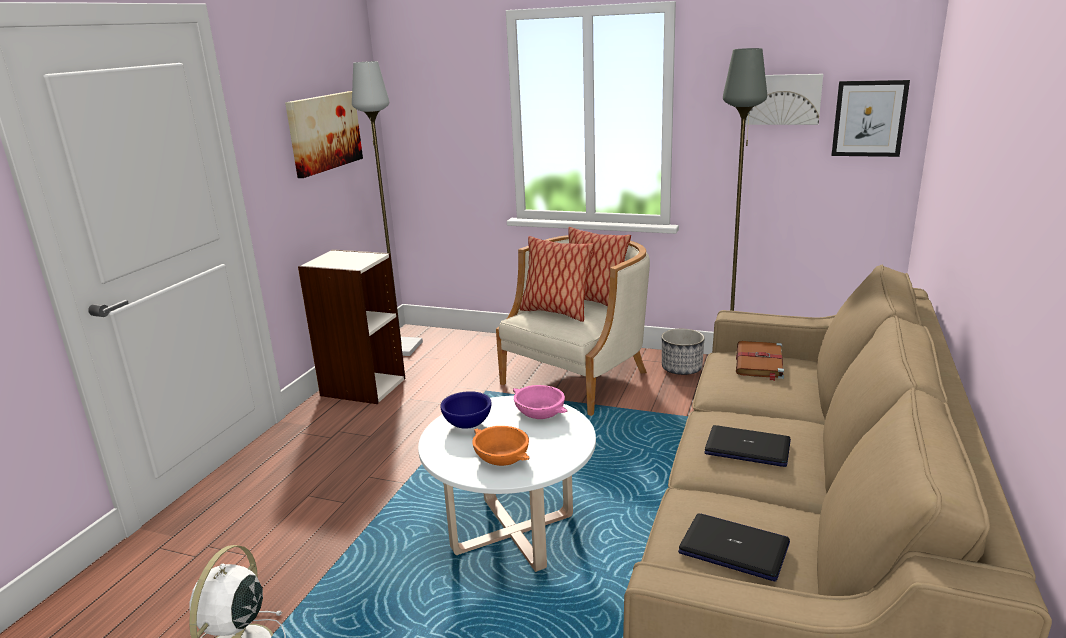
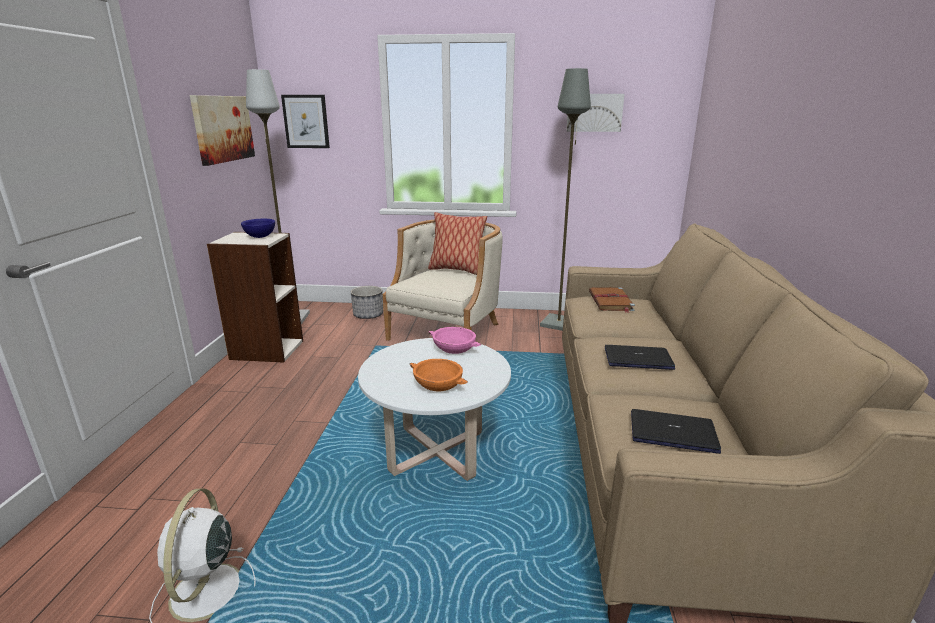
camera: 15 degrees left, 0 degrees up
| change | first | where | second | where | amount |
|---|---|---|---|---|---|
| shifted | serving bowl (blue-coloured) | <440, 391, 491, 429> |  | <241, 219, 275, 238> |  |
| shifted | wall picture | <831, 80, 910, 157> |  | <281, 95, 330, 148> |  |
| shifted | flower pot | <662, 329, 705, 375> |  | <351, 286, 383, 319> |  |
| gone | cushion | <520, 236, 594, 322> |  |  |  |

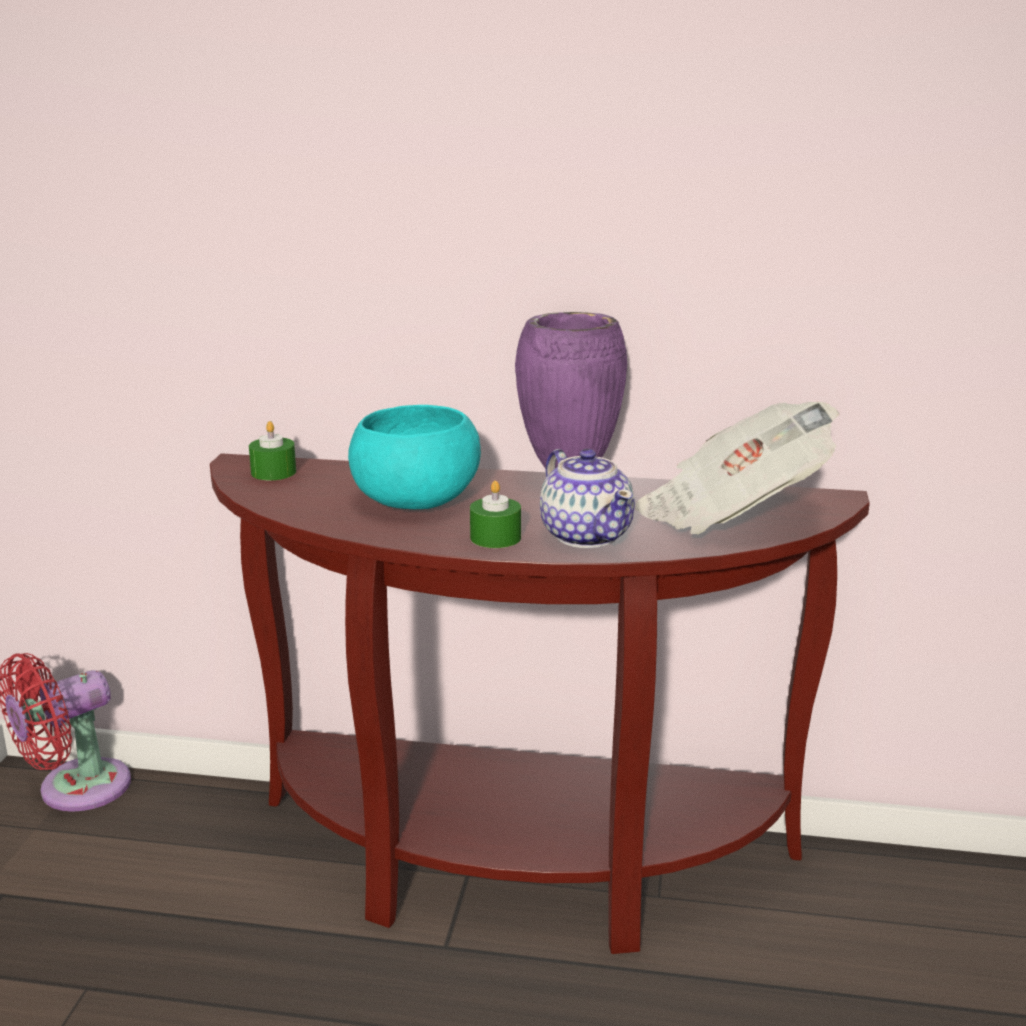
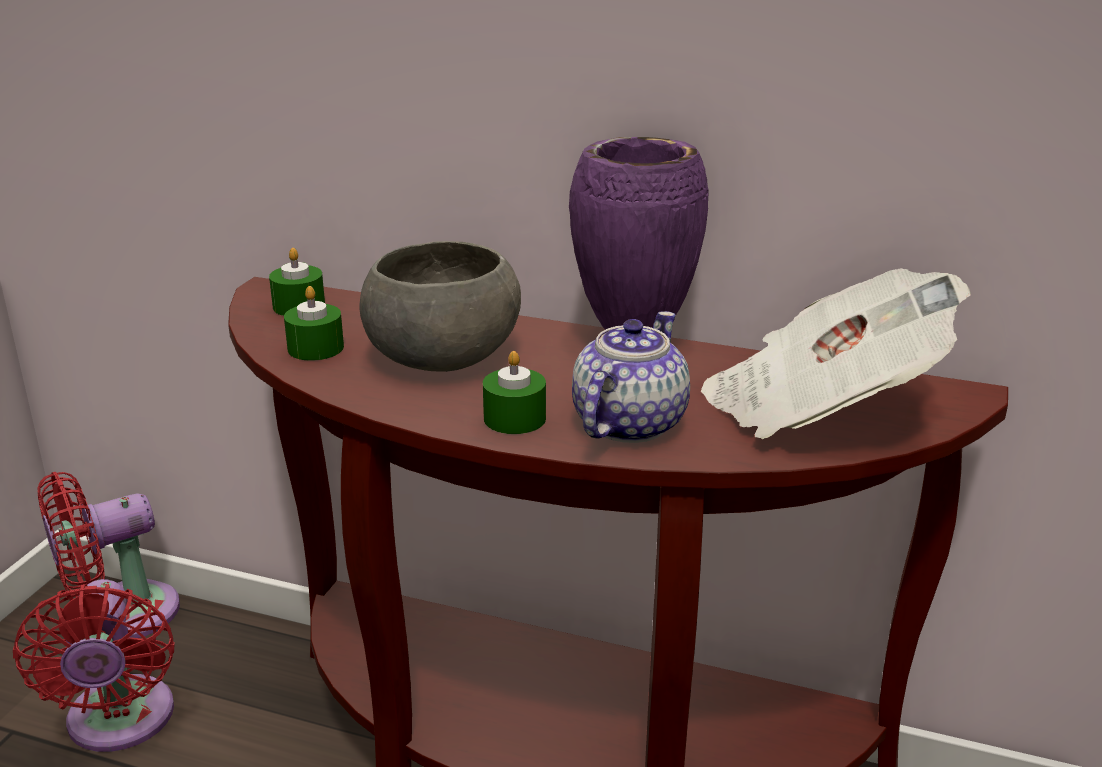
camera: 10 degrees right, 5 degrees up
| change | first | where | second | where | amount |
|---|---|---|---|---|---|
| new |  |  | fan (reddish) | <13, 579, 175, 752> |  |
| new |  |  | candle (greenish) | <284, 286, 344, 360> |  |
| repainted | serving bowl (blue-green) | <348, 405, 481, 509> | serving bowl (greyish) | <359, 241, 521, 372> |  |
| rotated | teapot | <540, 449, 635, 548> |  | <572, 311, 690, 443> | 135 degrees counterclockwise |

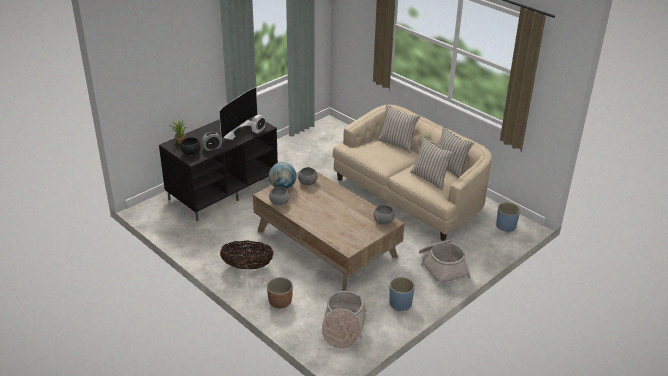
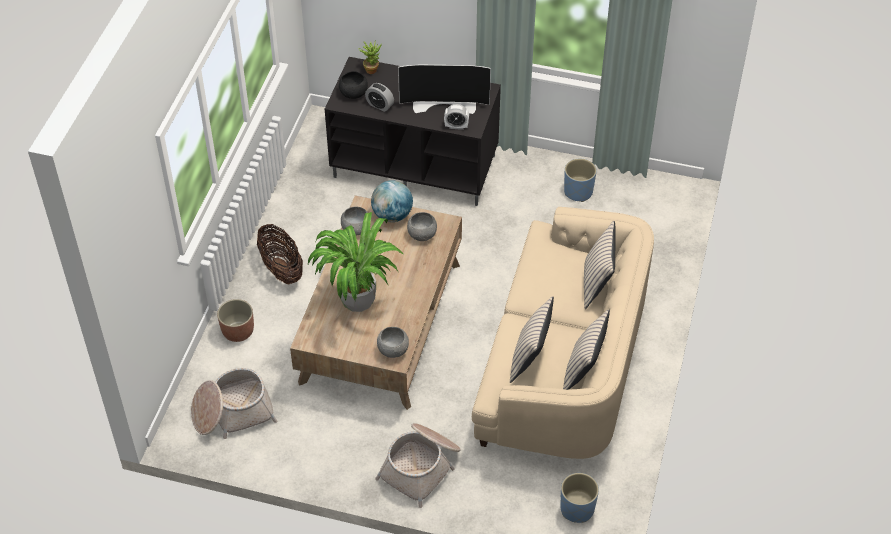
camera: 60 degrees right, 15 degrees up
| change | first | where | second | where | amount |
|---|---|---|---|---|---|
| new |  |  | plant in a pot | <308, 212, 404, 312> |  |
| shifted | flower pot (blue-coloured) | <389, 277, 415, 311> |  | <564, 159, 597, 202> |  |

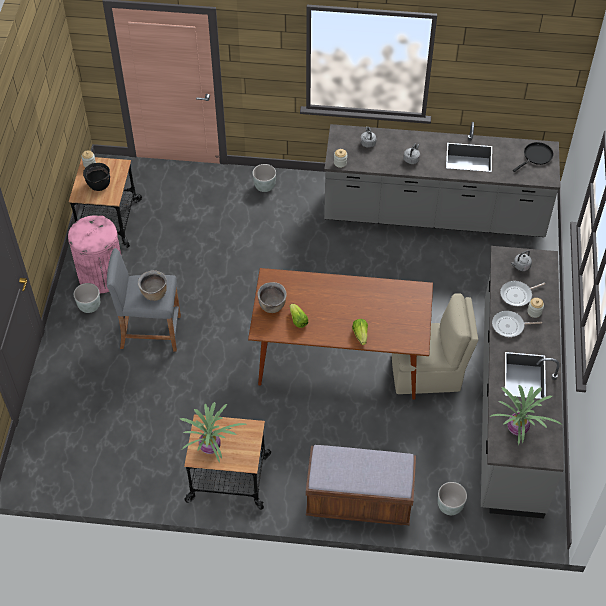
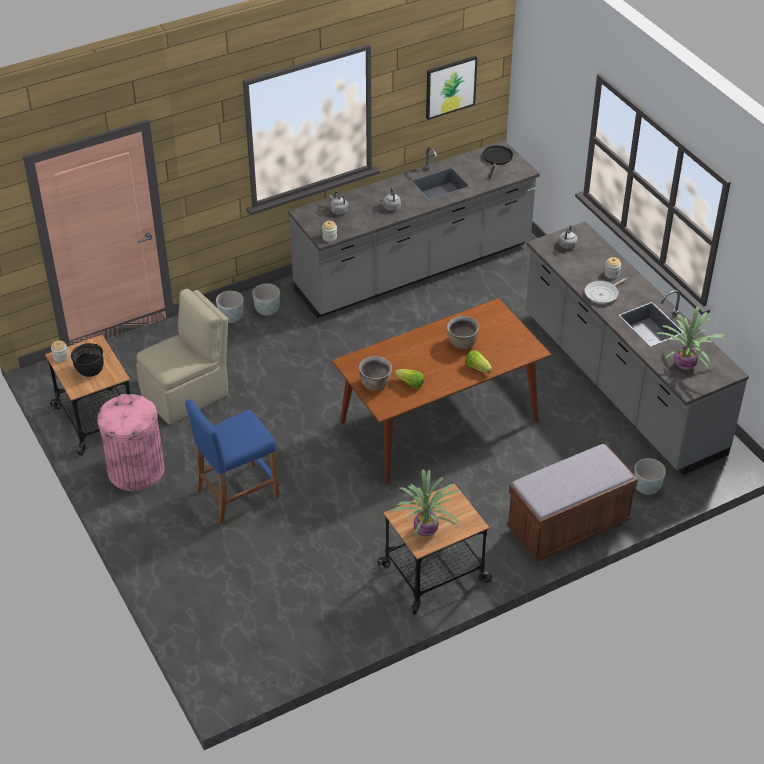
camera: 35 degrees left, 10 degrees down
| change | first | where | second | where | amount |
|---|---|---|---|---|---|
| shifted | plain chair (beige) | <392, 294, 479, 394> |  | <136, 289, 228, 425> |  |
| repainted | sitting stool (greyish) | <107, 248, 181, 352> | sitting stool (blue-coloured) | <185, 399, 280, 524> |  |
| shifted | flower pot (greyish) | <74, 283, 100, 313> |  | <252, 284, 280, 316> |  |
| new |  |  | wall picture | <426, 56, 478, 120> |  |
| shifted | stockpot (brownish) | <138, 270, 167, 301> |  | <447, 316, 479, 349> |  |
| gone | skillet | <500, 281, 546, 306> |  |  |  |

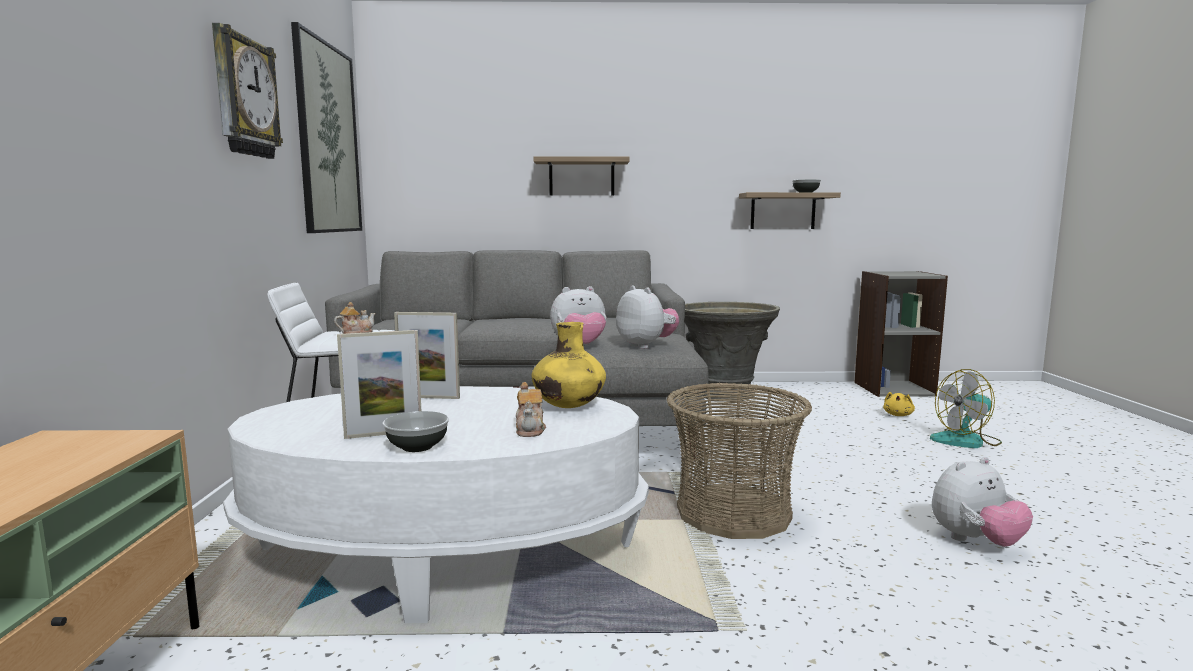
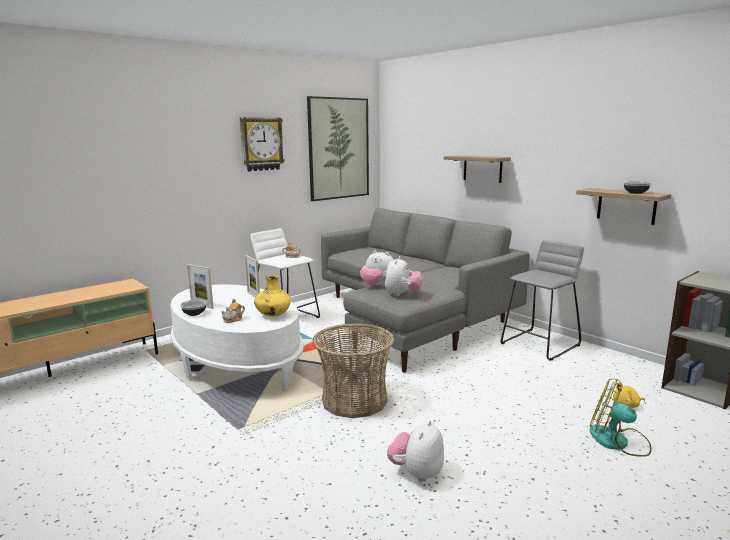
camera: 50 degrees right, 5 degrees up
| change | first | where | second | where | amount |
|---|---|---|---|---|---|
| rotated | plush toy | <932, 457, 1033, 547> |  | <387, 420, 444, 482> | 90 degrees clockwise |
| swapped | flower pot (greyish) | <685, 302, 780, 401> | sitting stool (greyish) | <501, 240, 584, 361> |  |

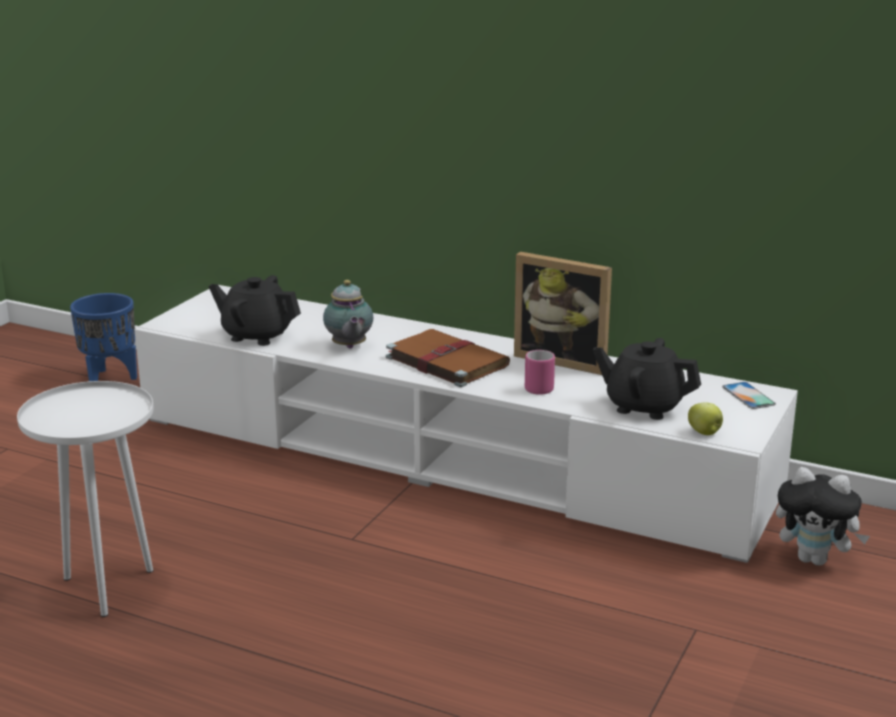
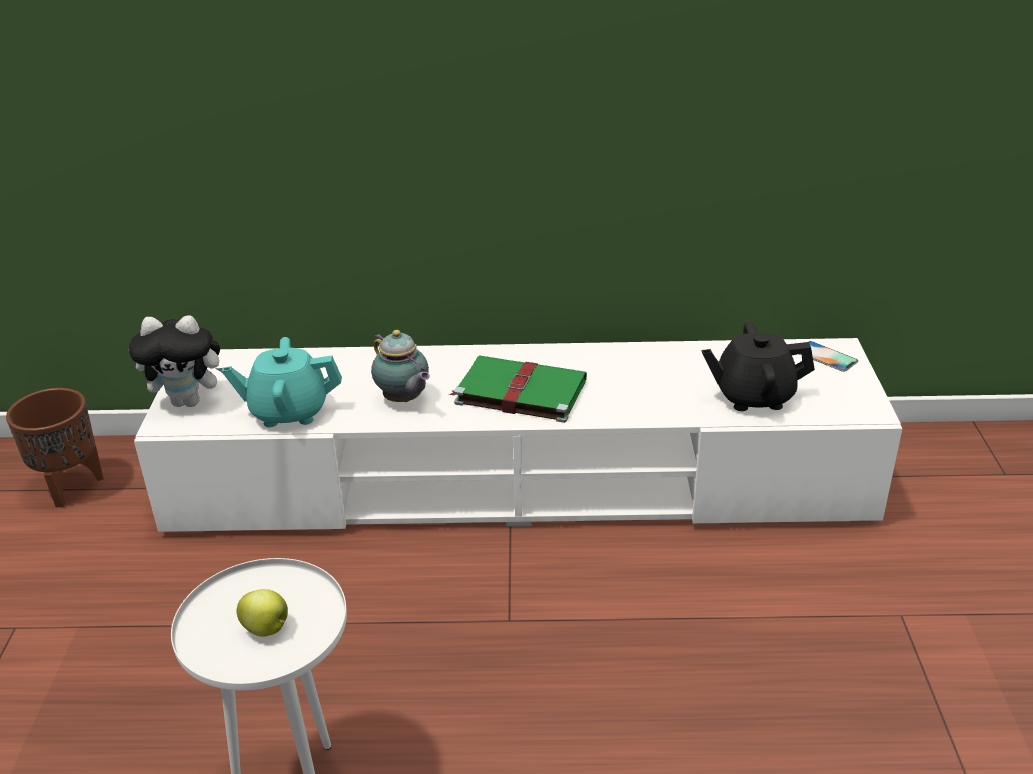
camera: 25 degrees left, 10 degrees up
| change | first | where | second | where | amount |
|---|---|---|---|---|---|
| repainted | flower pot (blue-coloured) | <70, 293, 137, 381> | flower pot (brownish) | <6, 388, 104, 507> |  |
| shifted | plush toy | <776, 467, 870, 566> |  | <129, 315, 222, 407> |  |
| repainted | teapot (blackish) | <209, 275, 301, 346> | teapot (blue-green) | <222, 337, 342, 427> |  |
| shifted | apple fruit | <688, 402, 723, 435> |  | <236, 589, 288, 637> |  |
| repainted | book (brownish) | <386, 329, 510, 387> | book (greenish) | <448, 355, 587, 423> |  |
| gone | standing frame | <514, 252, 612, 375> |  |  |  |
| gone | mug (pink-coloured) | <525, 350, 555, 395> |  |  |  |

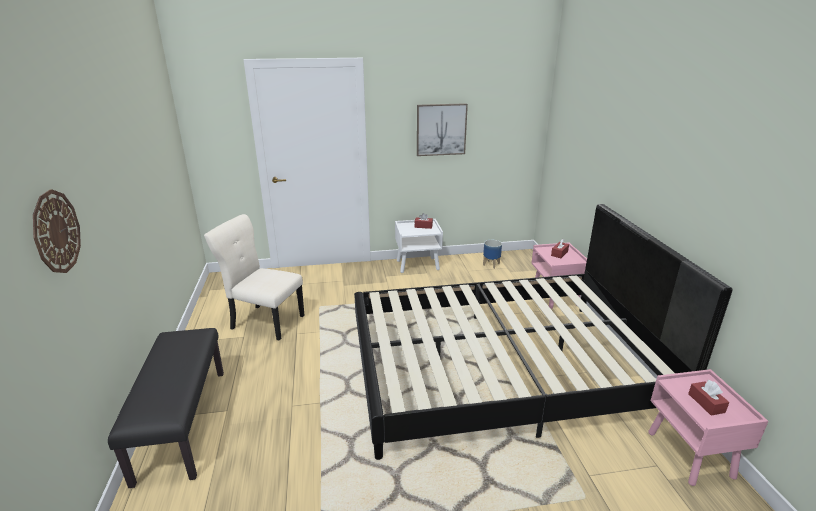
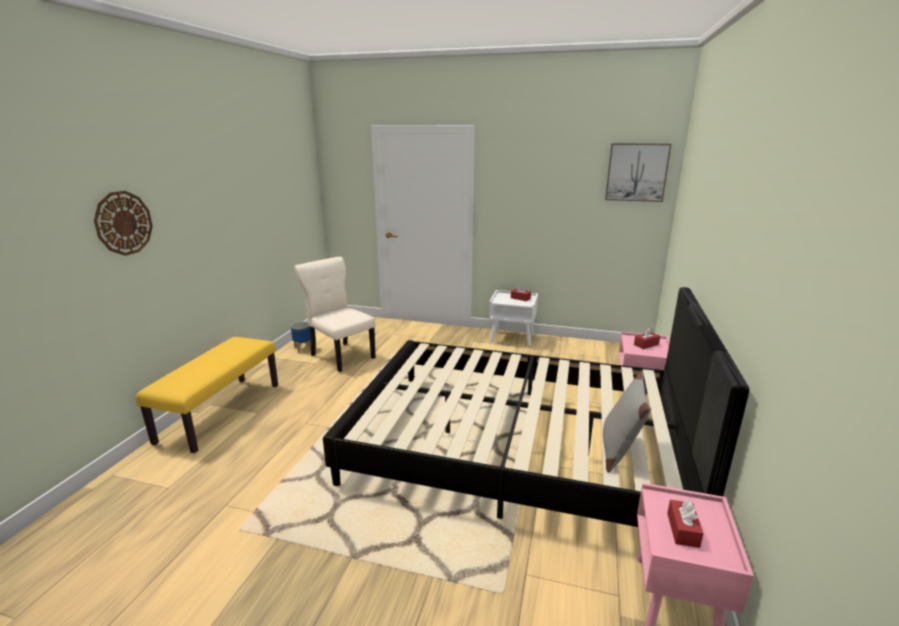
camera: 25 degrees right, 5 degrees down
| change | first | where | second | where | amount |
|---|---|---|---|---|---|
| repainted | long seat (blackish) | <108, 328, 224, 488> | long seat (yellowish) | <136, 337, 278, 453> |  |
| shifted | flower pot | <483, 240, 502, 269> |  | <291, 322, 311, 353> |  |
| new |  |  | cushion (greyish) | <603, 370, 651, 473> |  |
| shifted | wall picture | <417, 103, 468, 156> |  | <605, 143, 672, 202> |  |

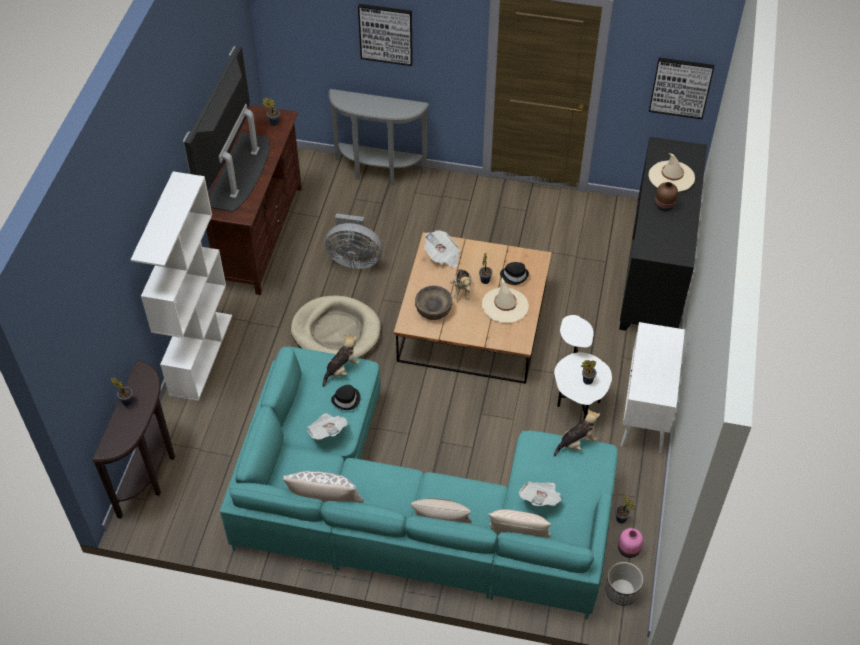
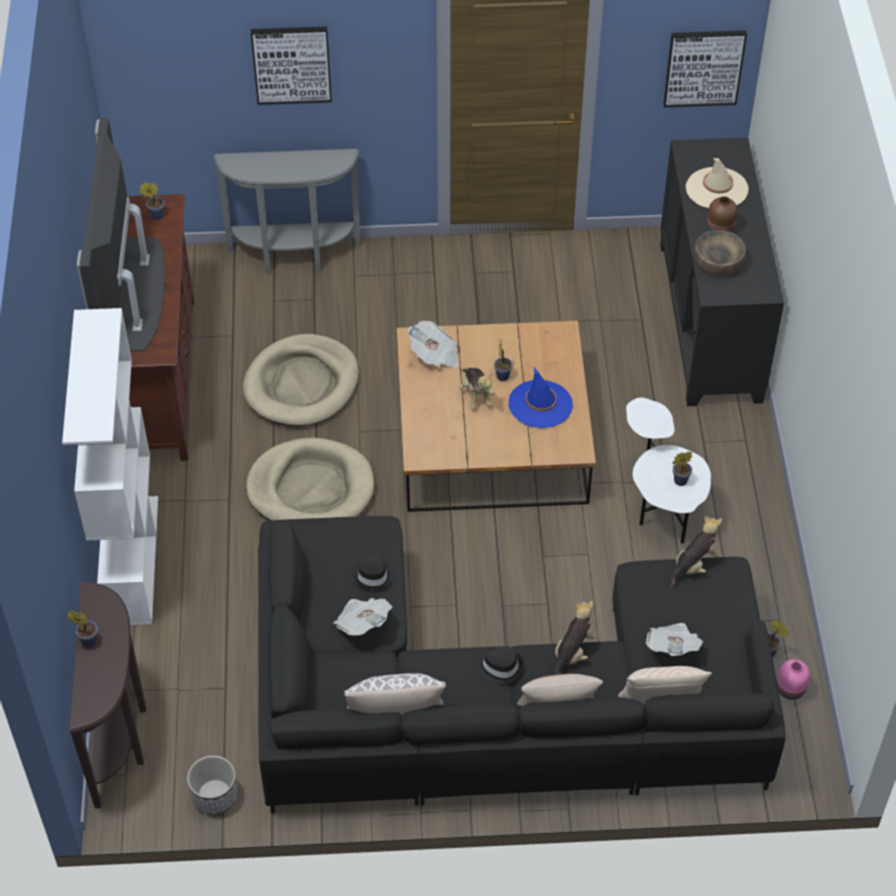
camera: 15 degrees left, 0 degrees up
| change | first | where | second | where | amount |
|---|---|---|---|---|---|
| shifted | flower pot | <605, 562, 643, 606> |  | <187, 755, 237, 815> |  |
| swapped | fan (greyish) | <325, 213, 383, 269> | dog bed (beige) | <243, 334, 359, 427> |  |
| repainted | settee (blue-green) | <220, 347, 618, 619> | settee (blackish) | <258, 516, 786, 813> |  |
| shifted | clothing hat (blackish) | <500, 262, 529, 285> |  | <477, 646, 523, 684> |  |
| repainted | clothing hat (beige) | <482, 278, 529, 323> | clothing hat (blue-coloured) | <508, 366, 573, 428> |  |
| shifted | plush toy | <322, 335, 360, 387> |  | <555, 601, 597, 674> |  |
| shifted | serving bowl (brownish) | <415, 286, 452, 320> |  | <694, 230, 746, 276> |  |
| gone | storage cabinet (white-coloured) | <620, 322, 685, 453> |  |  |  |

